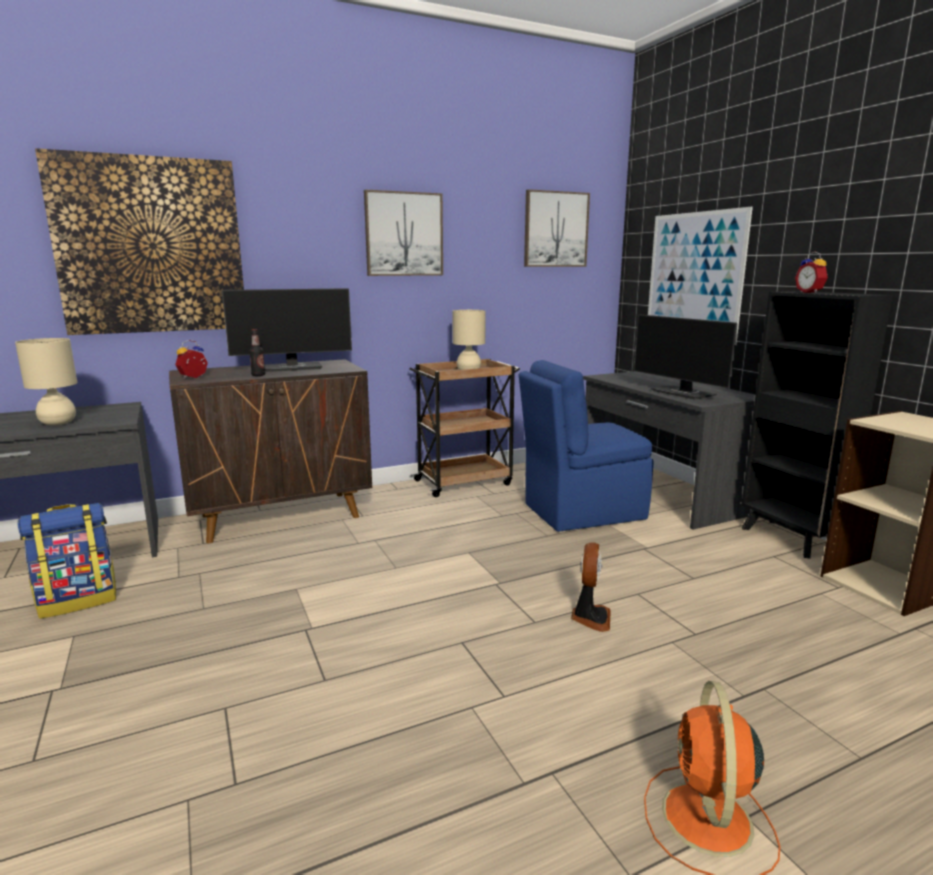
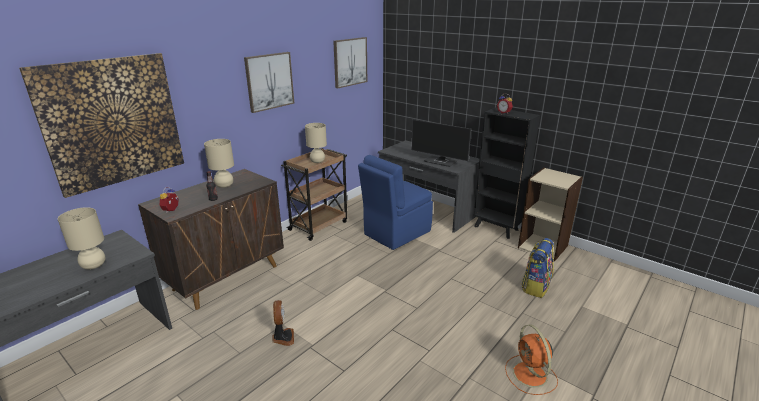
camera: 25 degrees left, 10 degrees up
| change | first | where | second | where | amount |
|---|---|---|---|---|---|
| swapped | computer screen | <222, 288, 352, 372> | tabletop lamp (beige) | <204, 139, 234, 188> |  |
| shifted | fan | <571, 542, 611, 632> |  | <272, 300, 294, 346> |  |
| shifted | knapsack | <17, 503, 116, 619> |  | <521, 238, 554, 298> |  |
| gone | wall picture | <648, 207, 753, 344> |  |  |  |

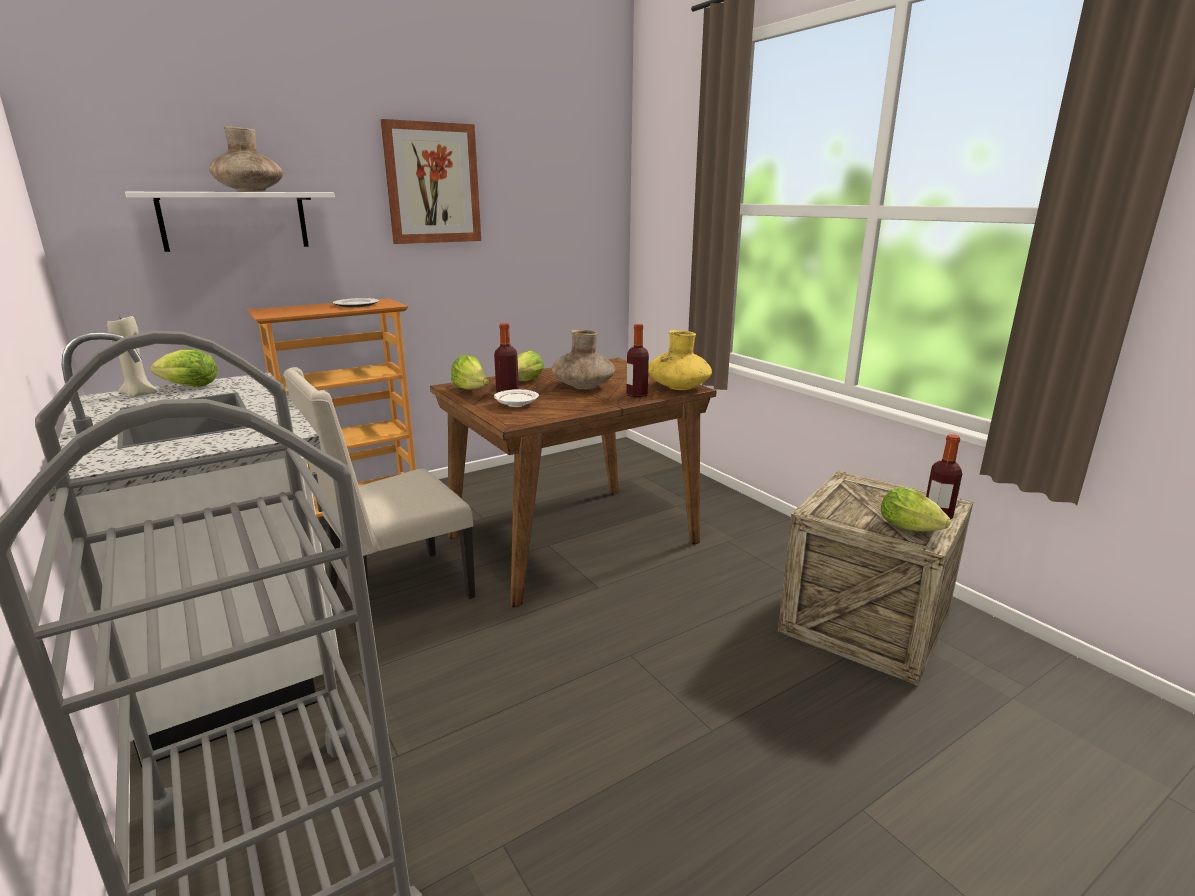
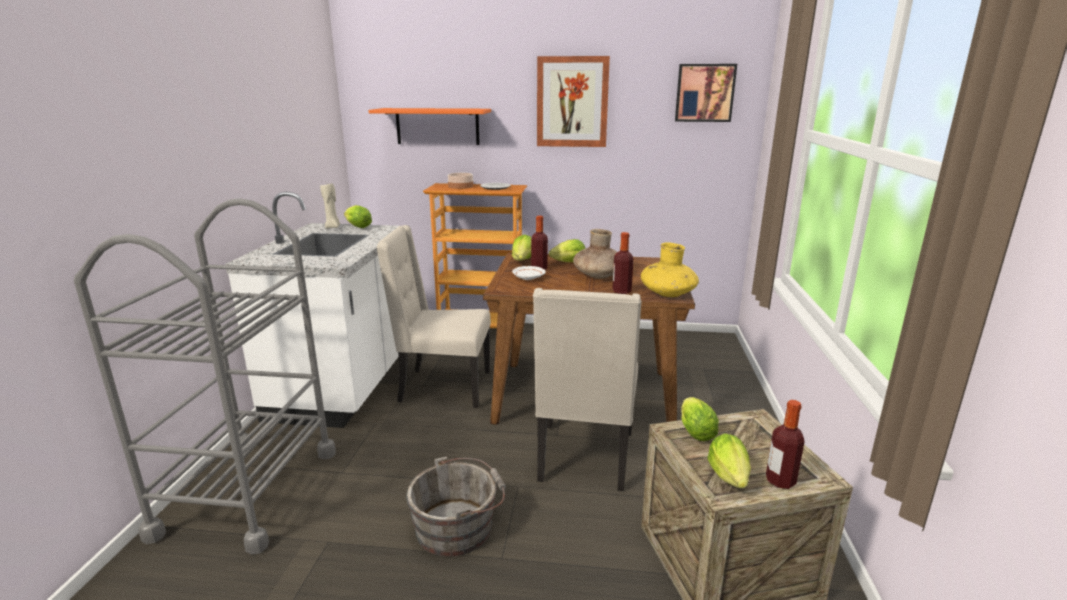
camera: 40 degrees right, 0 degrees up
| change | first | where | second | where | amount |
|---|---|---|---|---|---|
| repainted | wall shelf (white-coloured) | <125, 192, 335, 252> | wall shelf (orangey) | <368, 108, 491, 145> |  |
| new |  |  | water bucket (greyish) | <406, 457, 506, 557> |  |
| new |  |  | serving bowl | <448, 173, 473, 189> |  |
| new |  |  | plain chair (beige) | <533, 288, 642, 491> |  |
| new |  |  | wall picture | <675, 64, 737, 122> |  |
| new |  |  | lettuce | <681, 397, 719, 441> |  |
| gone | decorative vase (brownish) | <209, 126, 283, 192> |  |  |  |

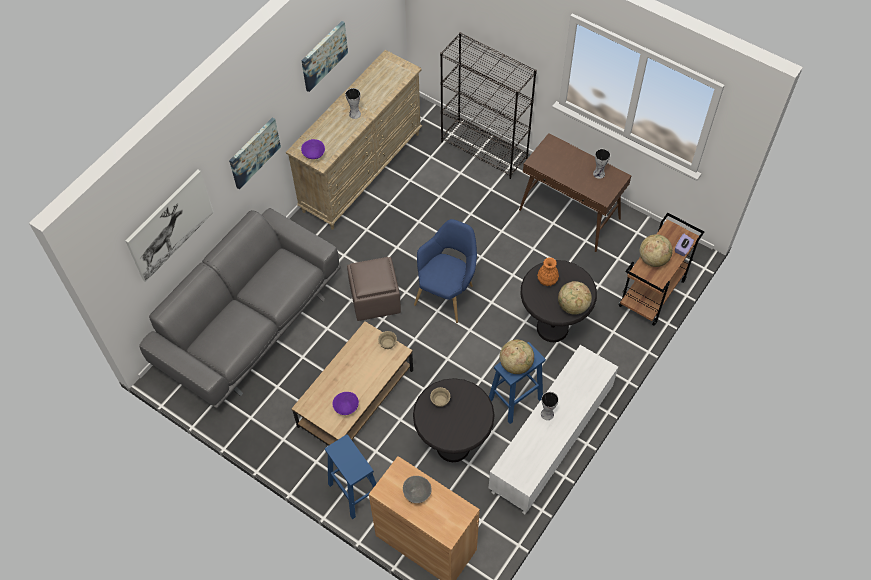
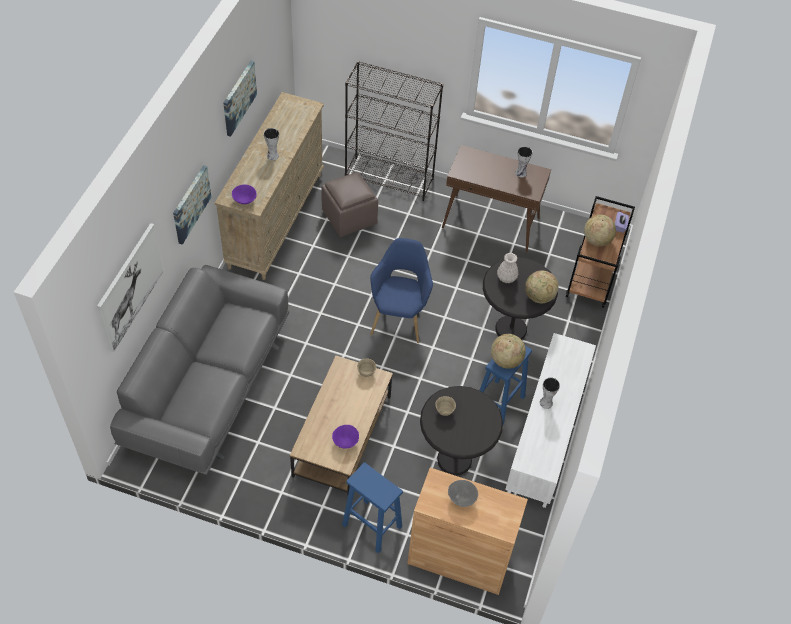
camera: 20 degrees left, 5 degrees down
| change | first | where | second | where | amount |
|---|---|---|---|---|---|
| shifted | ottoman (brownish) | <347, 257, 401, 321> |  | <321, 172, 378, 237> |  |
| repainted | decorative vase (orangey) | <537, 257, 559, 286> | decorative vase (white-coloured) | <497, 253, 518, 283> |  |

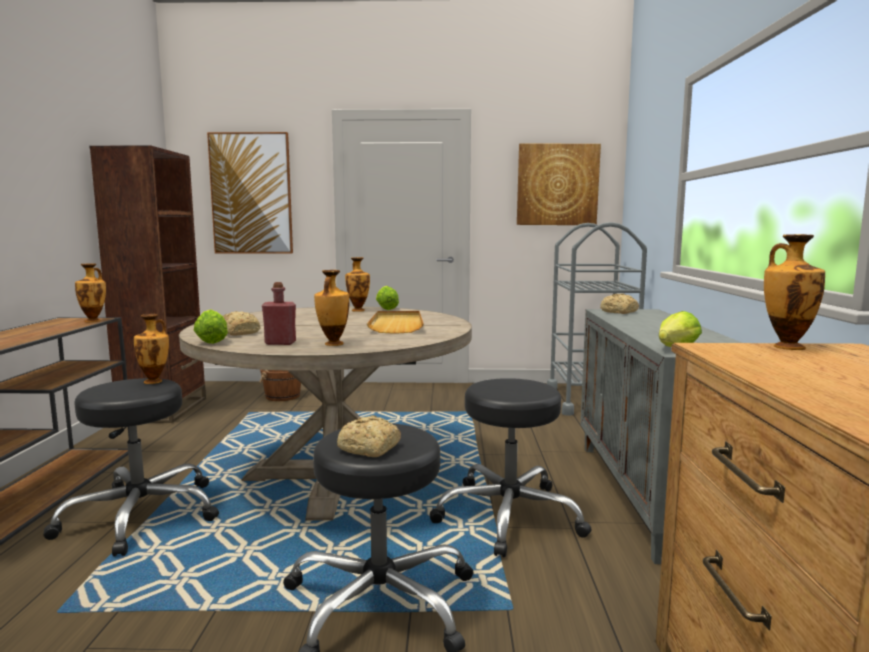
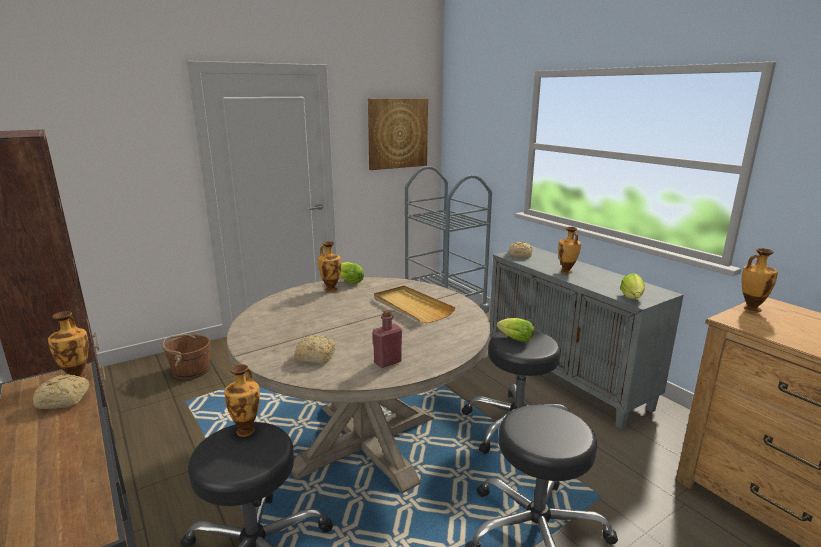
camera: 35 degrees left, 10 degrees up
| change | first | where | second | where | amount |
|---|---|---|---|---|---|
| shifted | bread | <337, 415, 401, 457> |  | <33, 374, 89, 409> |  |
| shifted | lettuce | <194, 309, 228, 344> |  | <497, 318, 534, 342> |  |
| shifted | decorative vase | <314, 270, 349, 346> |  | <558, 227, 581, 274> |  |
| gone | wall picture | <207, 132, 293, 254> |  |  |  |

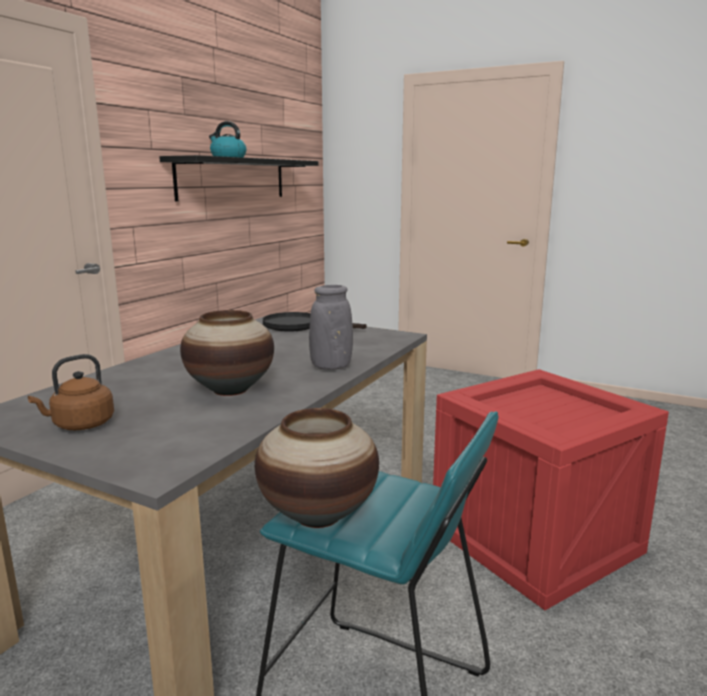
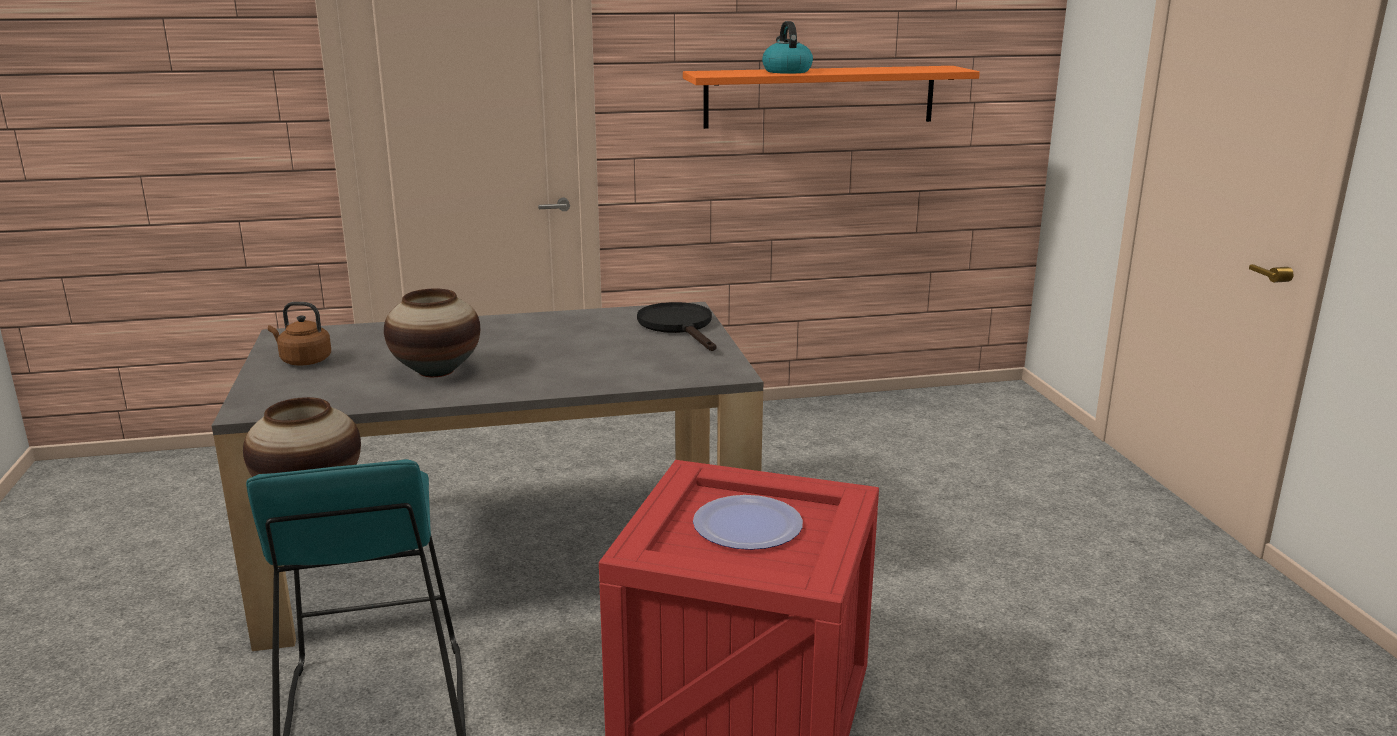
camera: 50 degrees right, 5 degrees up
| change | first | where | second | where | amount |
|---|---|---|---|---|---|
| repainted | wall shelf (blackish) | <159, 155, 319, 201> | wall shelf (orangey) | <683, 66, 980, 129> |  |
| new |  |  | flat dish | <693, 495, 803, 550> |  |
| gone | decorative vase (greyish) | <309, 285, 353, 370> |  |  |  |

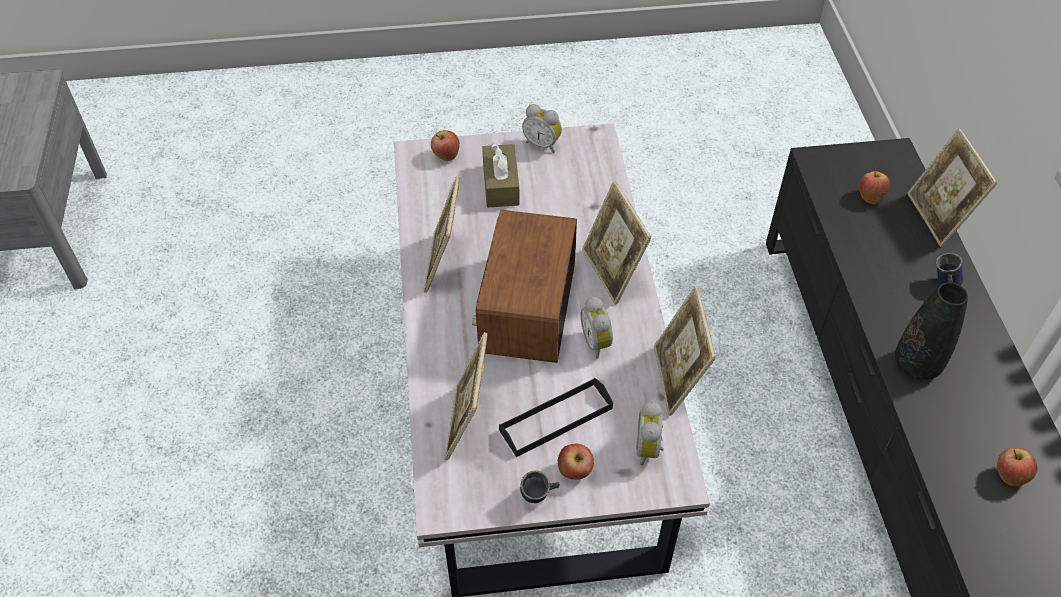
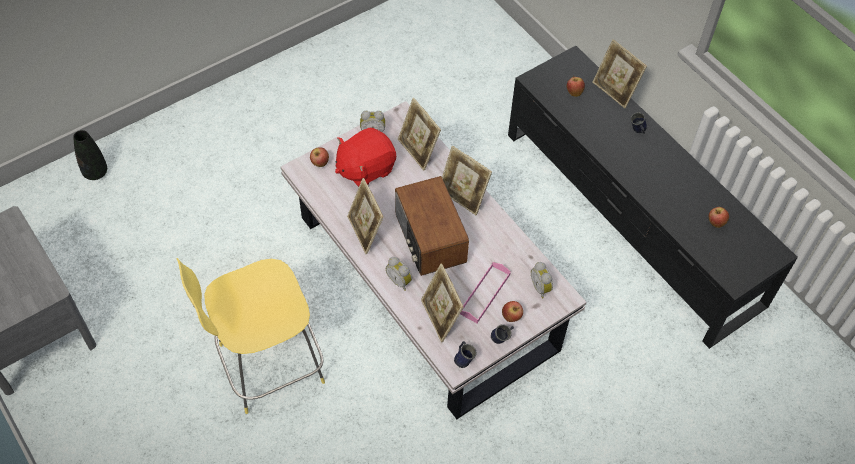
camera: 30 degrees left, 5 degrees up
| change | first | where | second | where | amount |
|---|---|---|---|---|---|
| shifted | decorative vase (blackish) | <895, 282, 968, 380> |  | <73, 130, 107, 180> |  |
| new |  |  | sitting stool (yellowish) | <176, 258, 325, 414> |  |
| swapped | tissue box (brownish) | <482, 144, 520, 207> | plush toy (reddish) | <335, 127, 396, 187> |  |
| shifted | bedside clock | <581, 297, 613, 359> |  | <386, 257, 412, 291> |  |
| shifted | standing frame | <654, 286, 716, 416> |  | <398, 98, 441, 171> |  |
| new |  |  | mug (blue-coloured) | <454, 341, 476, 368> |  |
| repainted | carrying tray (blackish) | <499, 378, 613, 457> | carrying tray (pink-coloured) | <460, 262, 511, 323> |  |

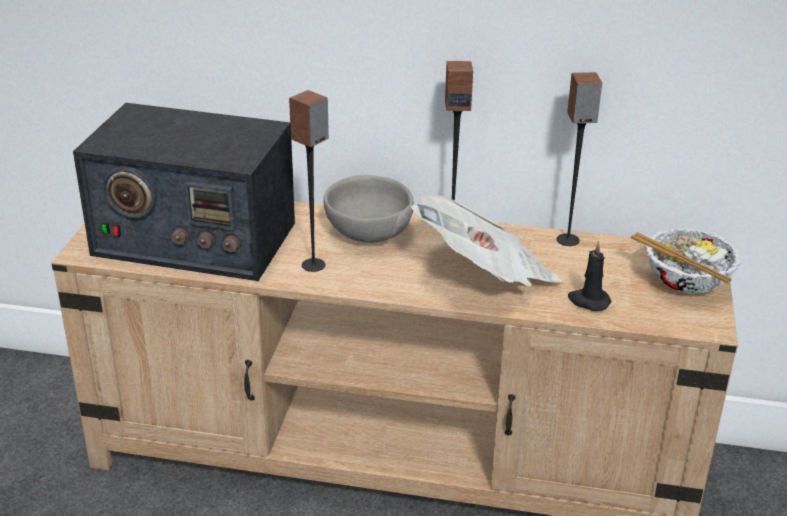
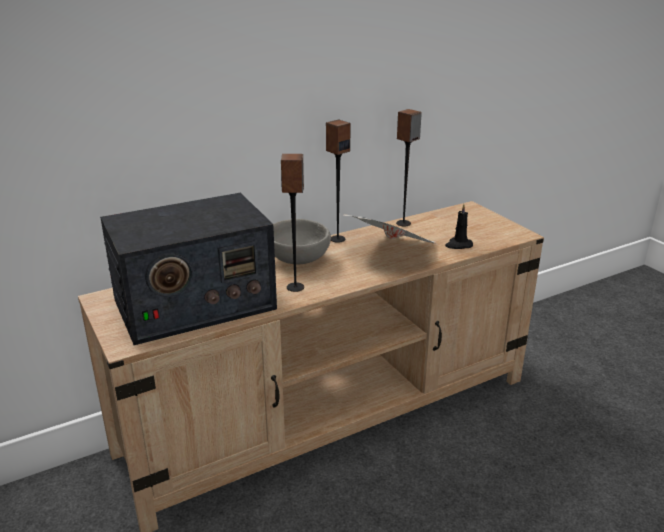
camera: 40 degrees left, 5 degrees down
| change | first | where | second | where | amount |
|---|---|---|---|---|---|
| gone | serving bowl | <631, 228, 741, 293> |  |  |  |

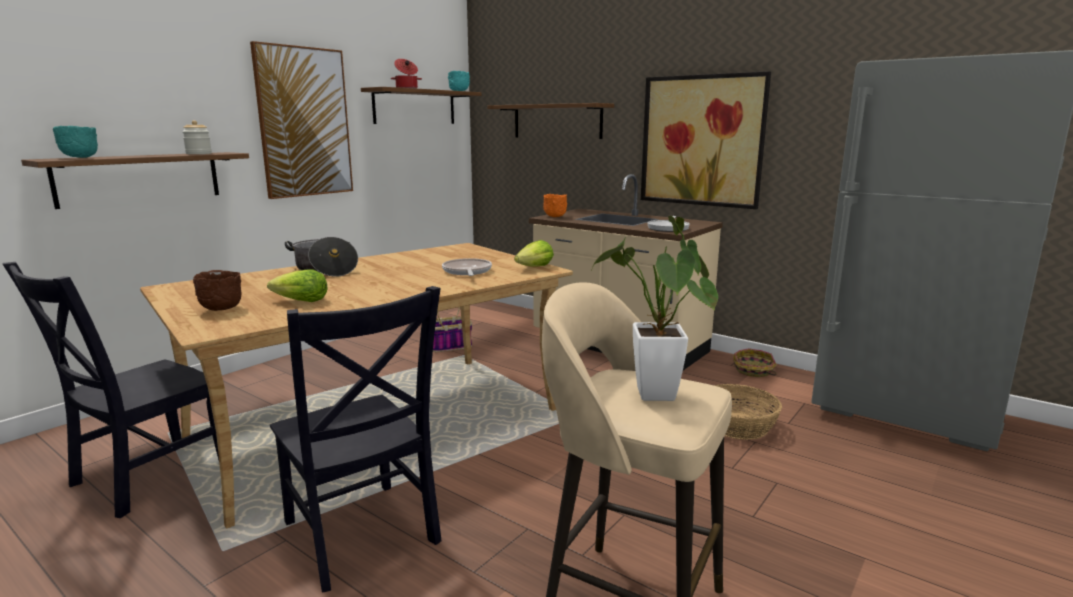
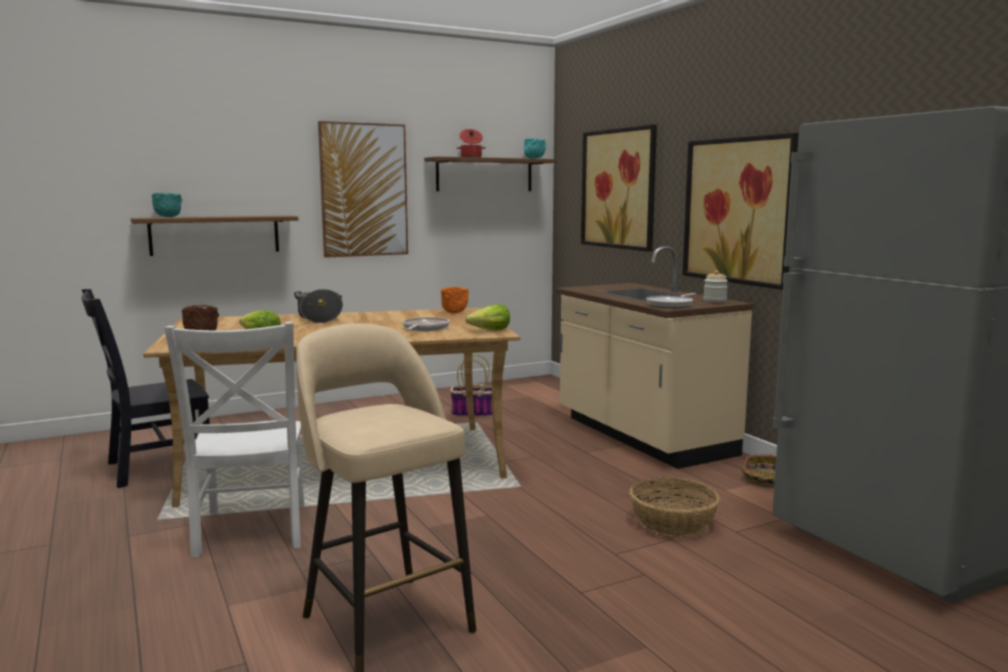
camera: 25 degrees right, 5 degrees down
| change | first | where | second | where | amount |
|---|---|---|---|---|---|
| repainted | plain chair (blackish) | <270, 286, 442, 593> | plain chair (white-coloured) | <164, 322, 304, 557> |  |
| shifted | serving bowl (orangey) | <544, 194, 567, 217> |  | <441, 287, 469, 313> |  |
| swapped | wall shelf | <487, 103, 614, 139> | wall picture | <581, 125, 657, 252> |  |
| shifted | preserve jar | <182, 120, 212, 154> |  | <703, 270, 728, 303> |  |
| gone | plant in a pot | <590, 216, 718, 401> |  |  |  |

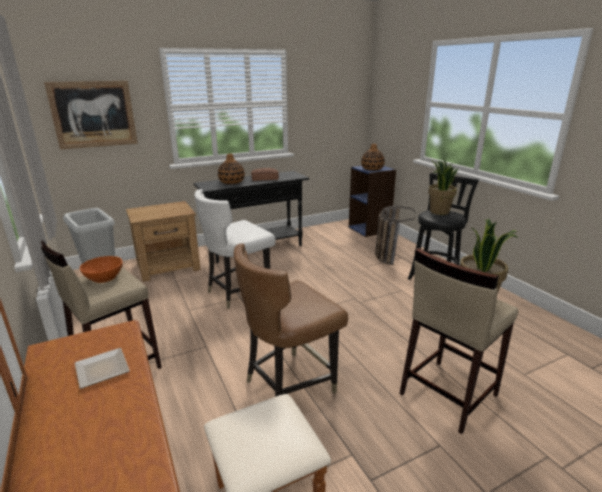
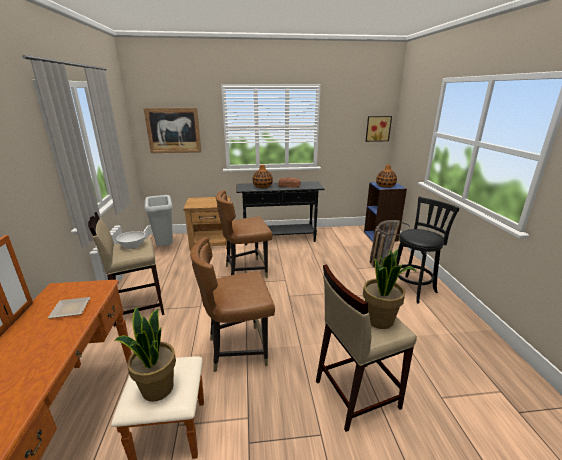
camera: 20 degrees right, 0 degrees up
| change | first | where | second | where | amount |
|---|---|---|---|---|---|
| shifted | plant in a pot | <428, 159, 458, 215> |  | <114, 307, 176, 402> |  |
| repainted | serving bowl (orangey) | <80, 256, 123, 283> | serving bowl (white-coloured) | <117, 231, 145, 249> |  |
| repainted | plain chair (white-coloured) | <195, 189, 276, 309> | plain chair (brownish) | <216, 190, 273, 278> |  |
| new |  |  | wall picture | <366, 116, 392, 142> |  |

